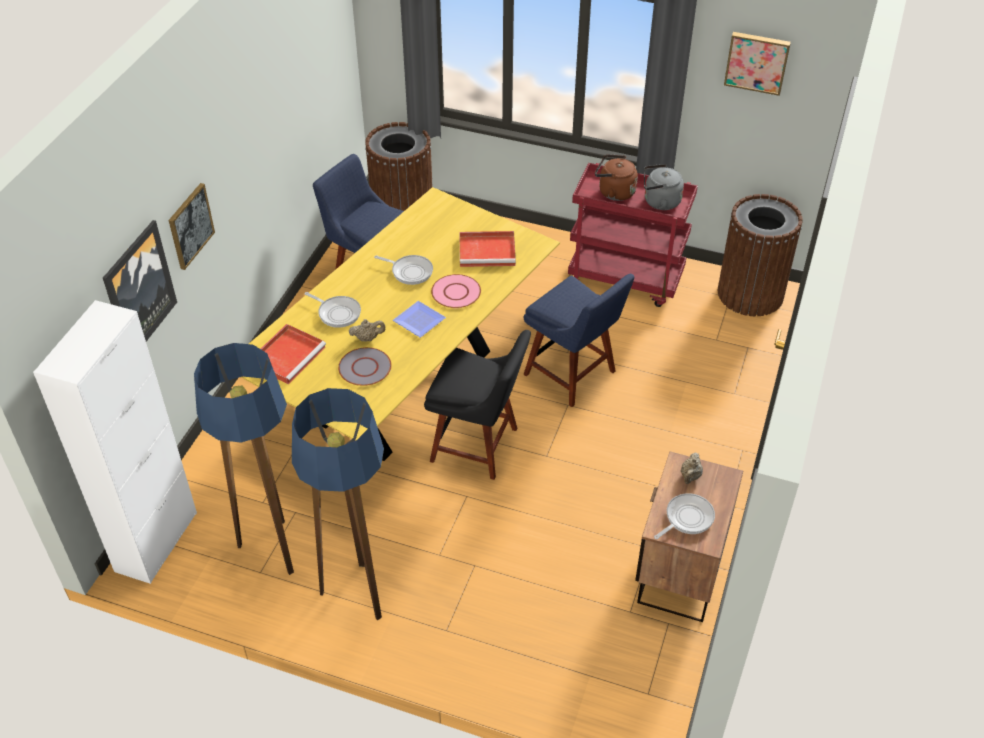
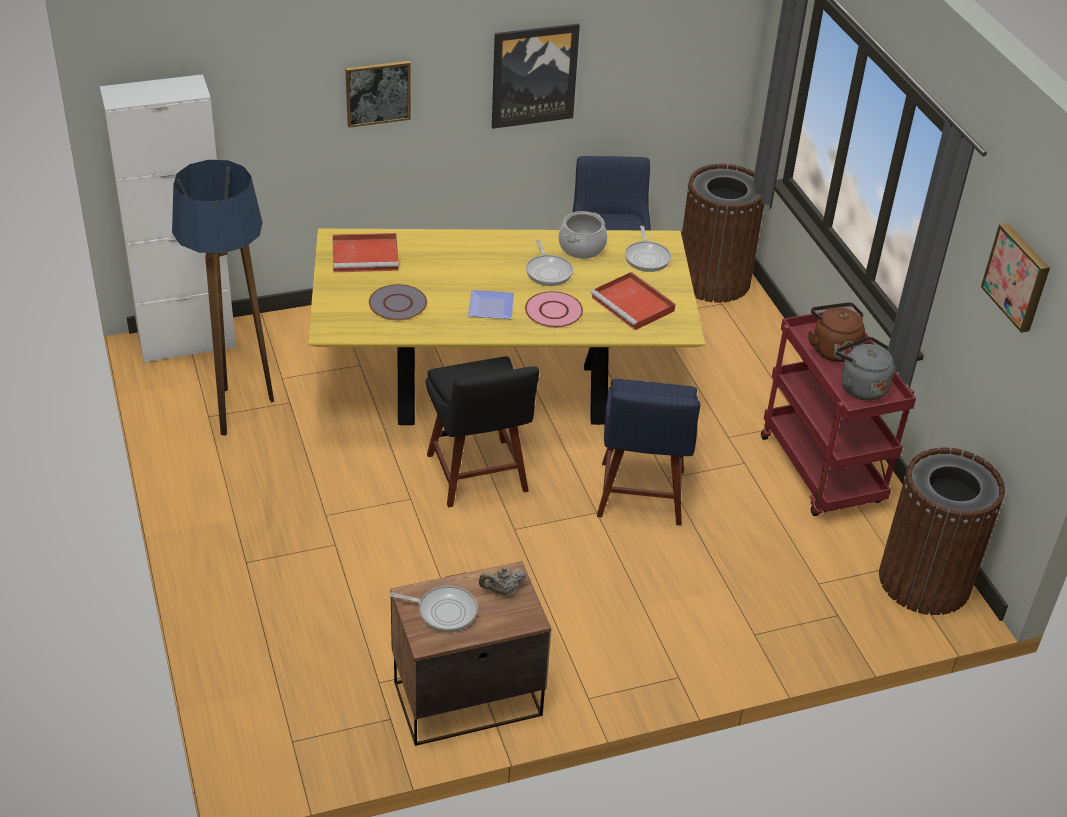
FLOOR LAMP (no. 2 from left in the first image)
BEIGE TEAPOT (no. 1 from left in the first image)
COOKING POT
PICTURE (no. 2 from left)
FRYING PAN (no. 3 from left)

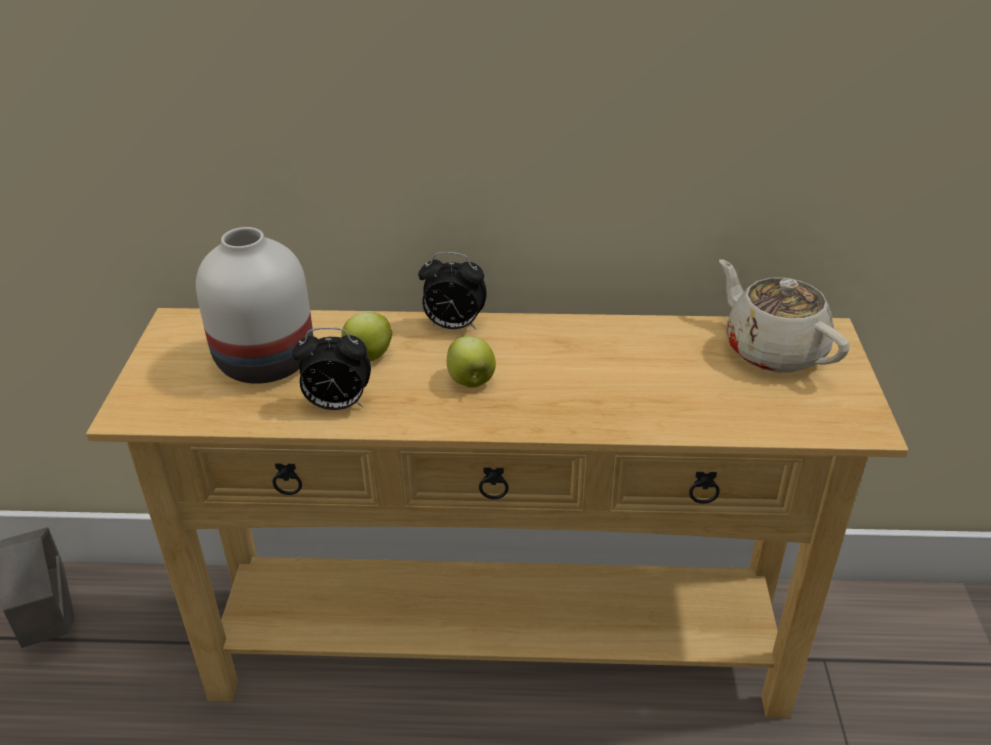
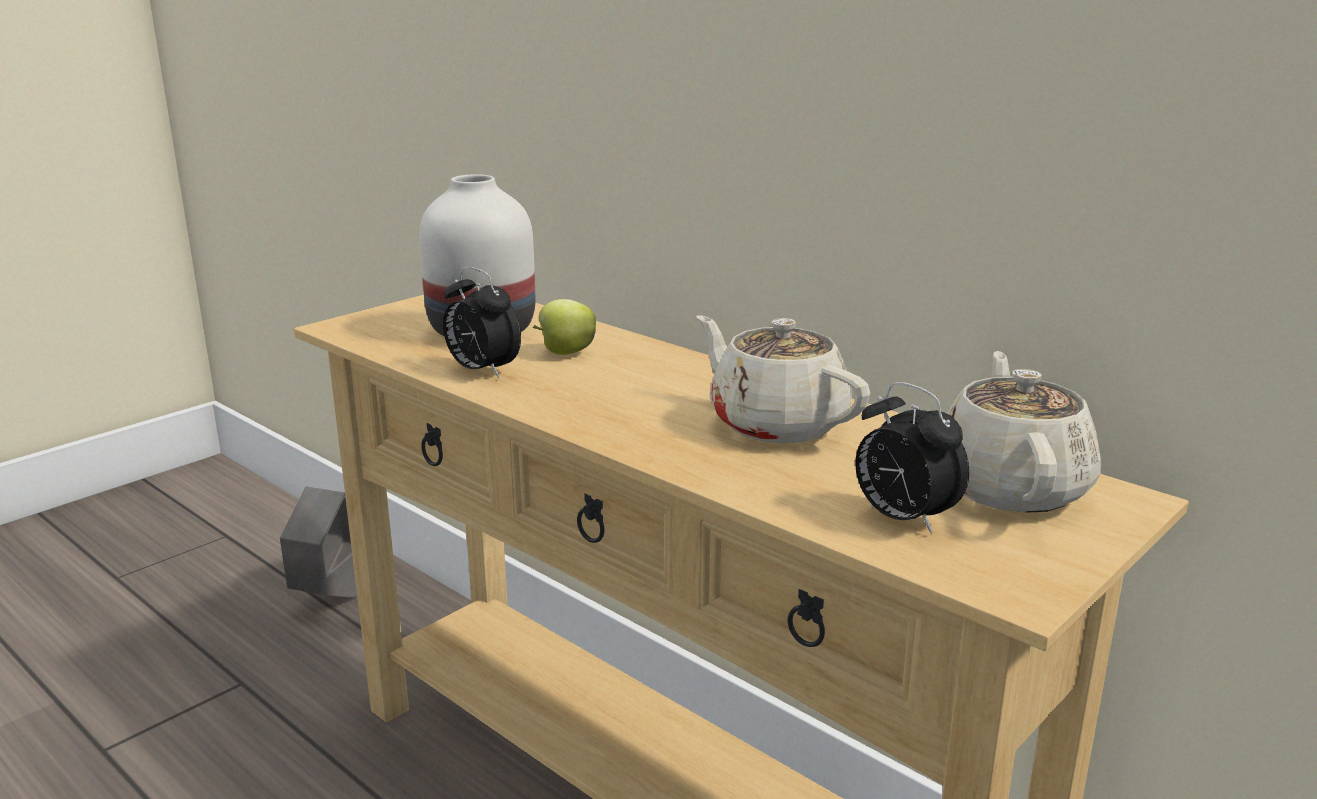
APPLE (no. 2 from left in the first image)
BEIGE TEAPOT (no. 1 from left)
ALARM CLOCK (no. 2 from left)

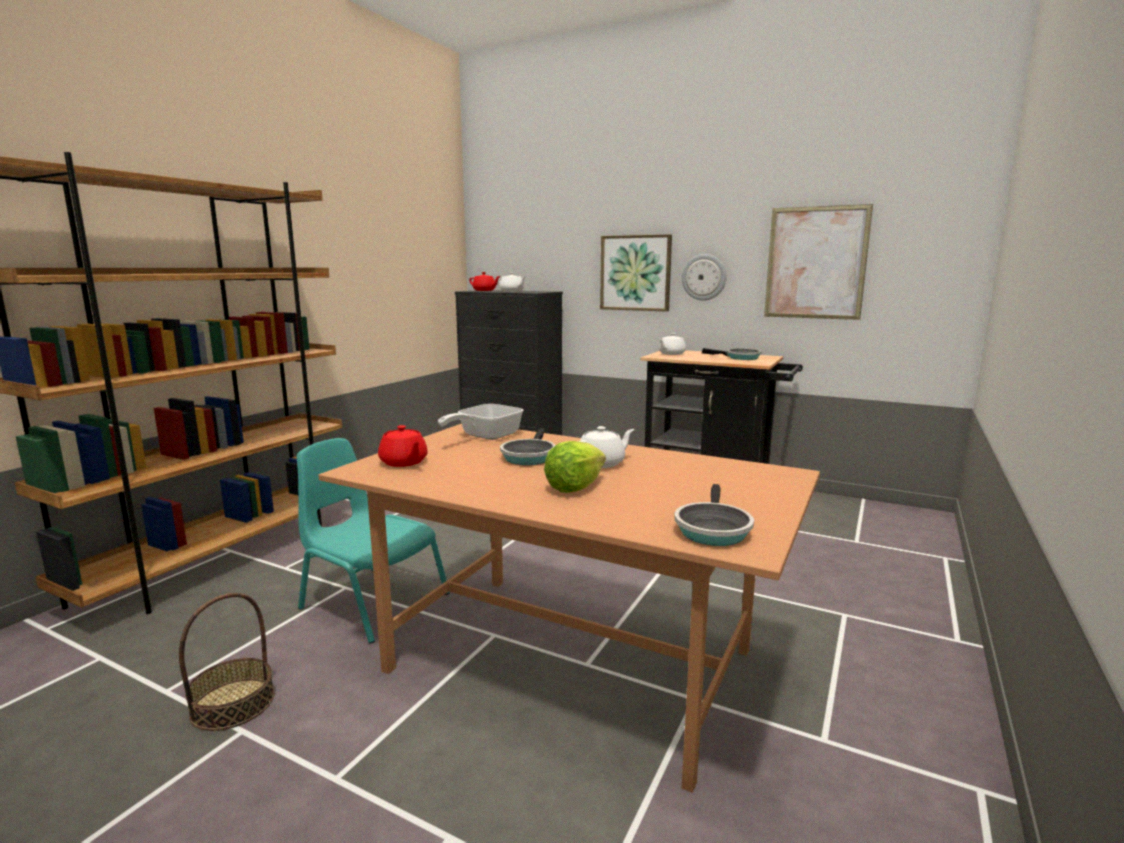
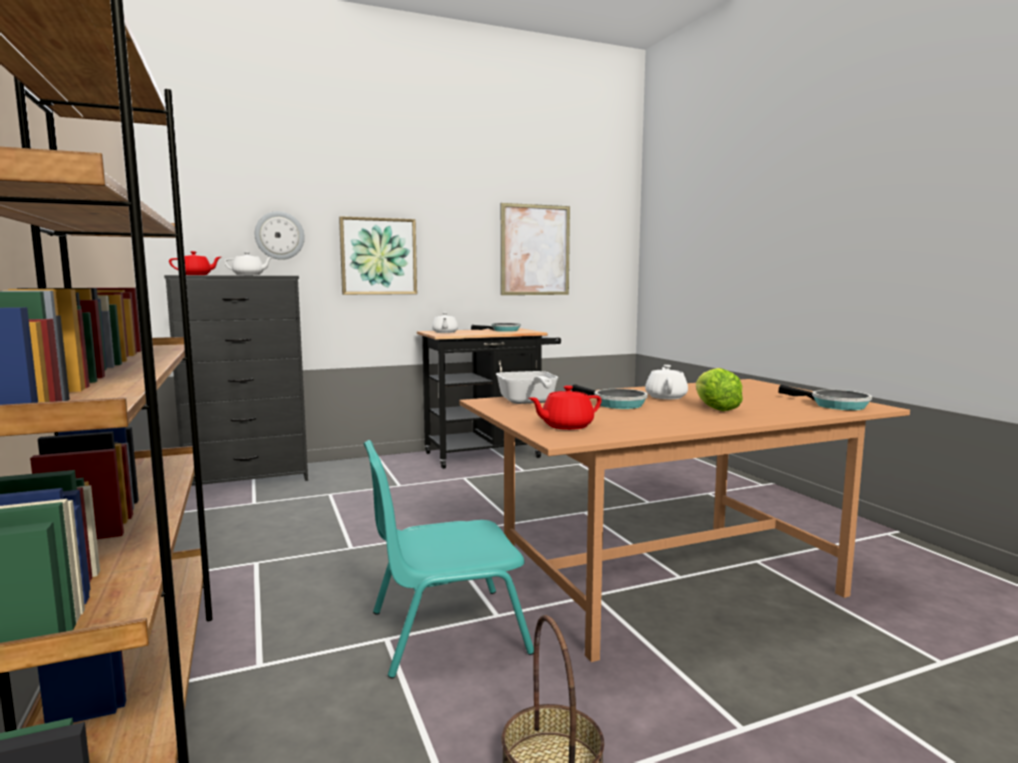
WALL CLOCK
RED TEAPOT (no. 2 from left)

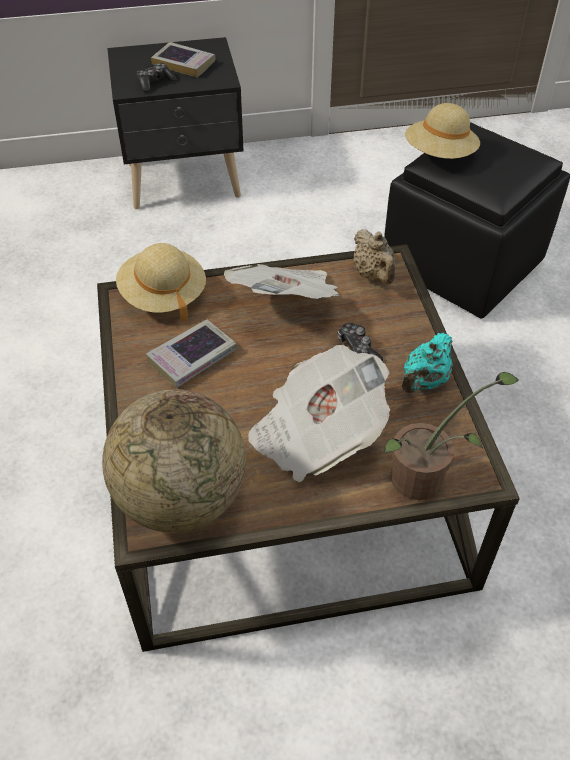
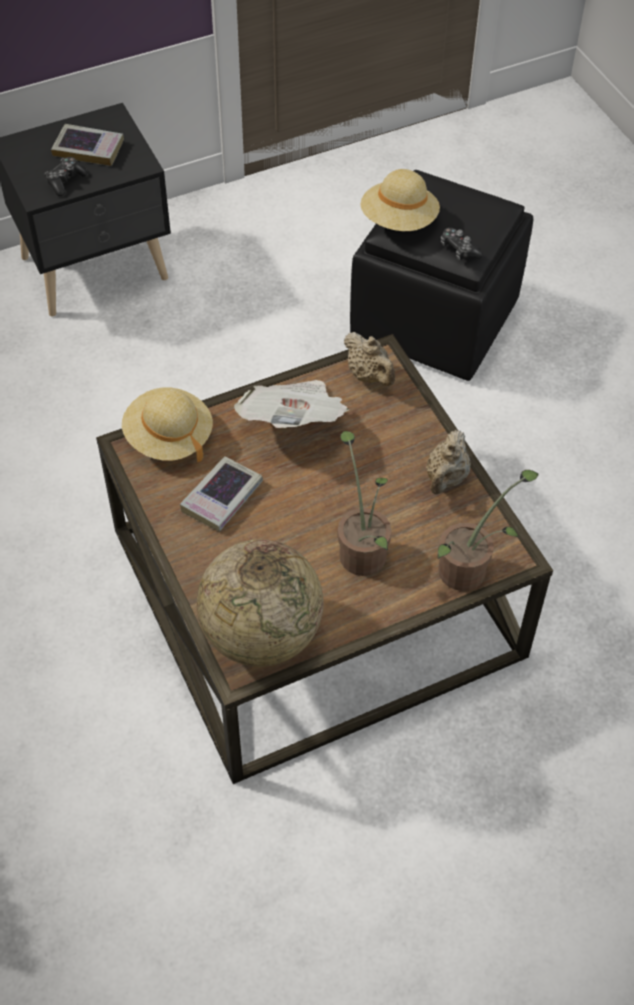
GAME CONTROLLER (no. 2 from left)
POTTED PLANT (no. 1 from left)
BEIGE TEAPOT (no. 2 from left)

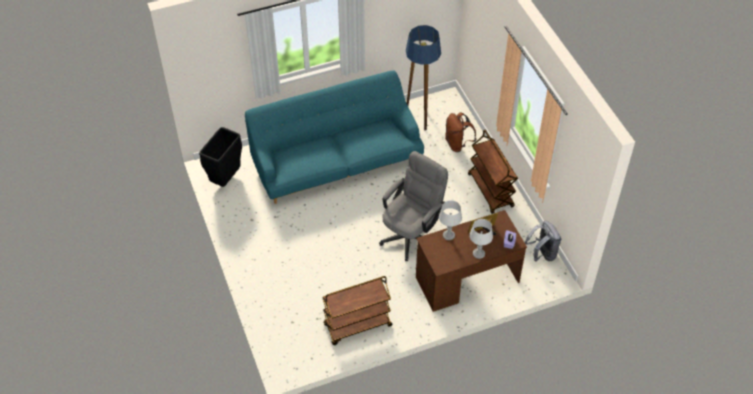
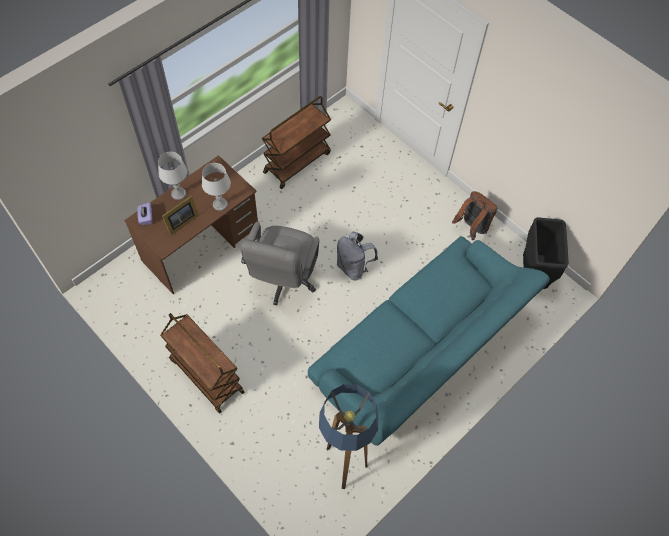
BROWN BACKPACK
GREY BACKPACK

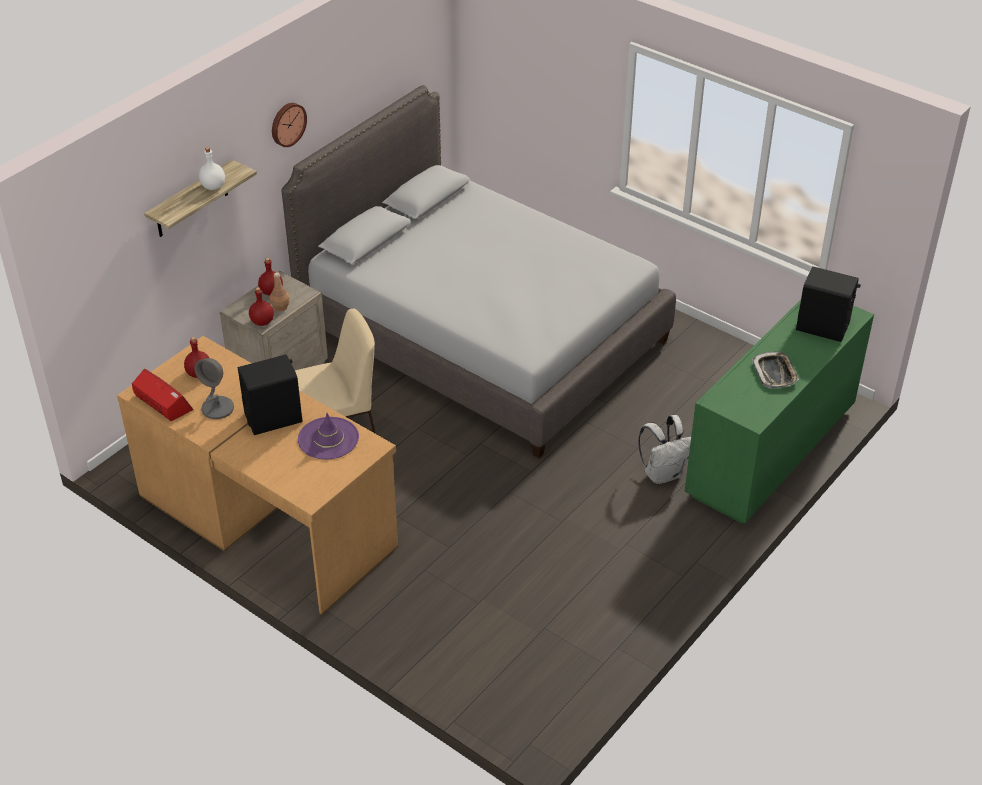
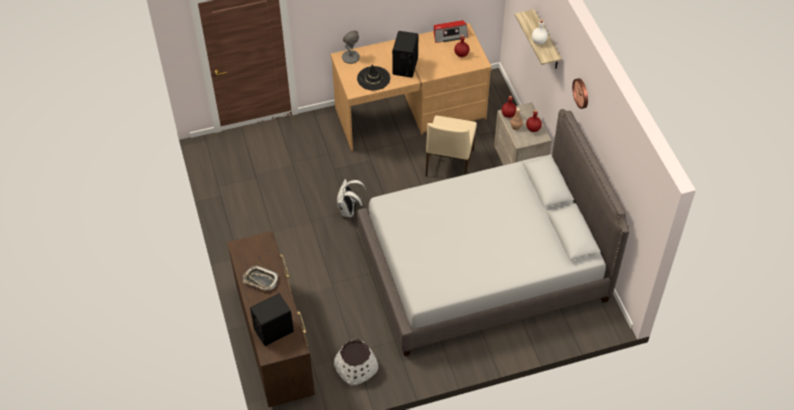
WHITE PLANTER
GREY TABLE LAMP
WHITE BACKPACK
BLACK HAT
BROWN DRESSER

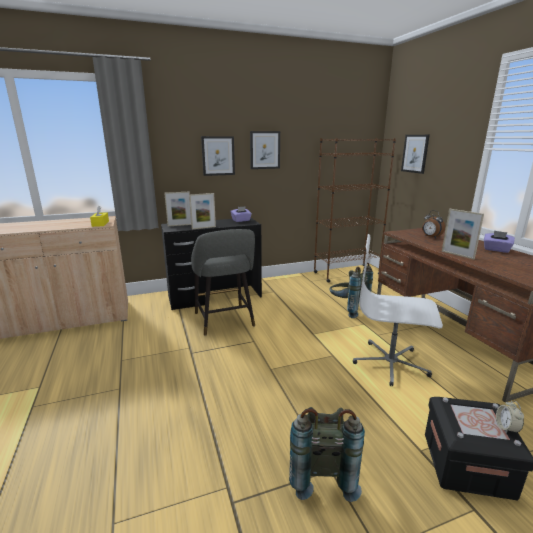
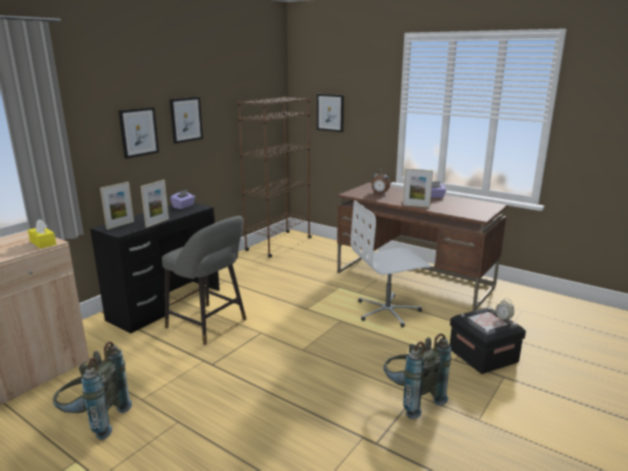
GREY BACKPACK (no. 1 from left)

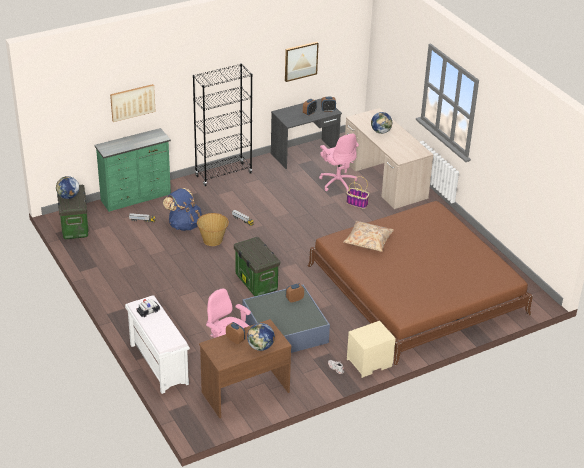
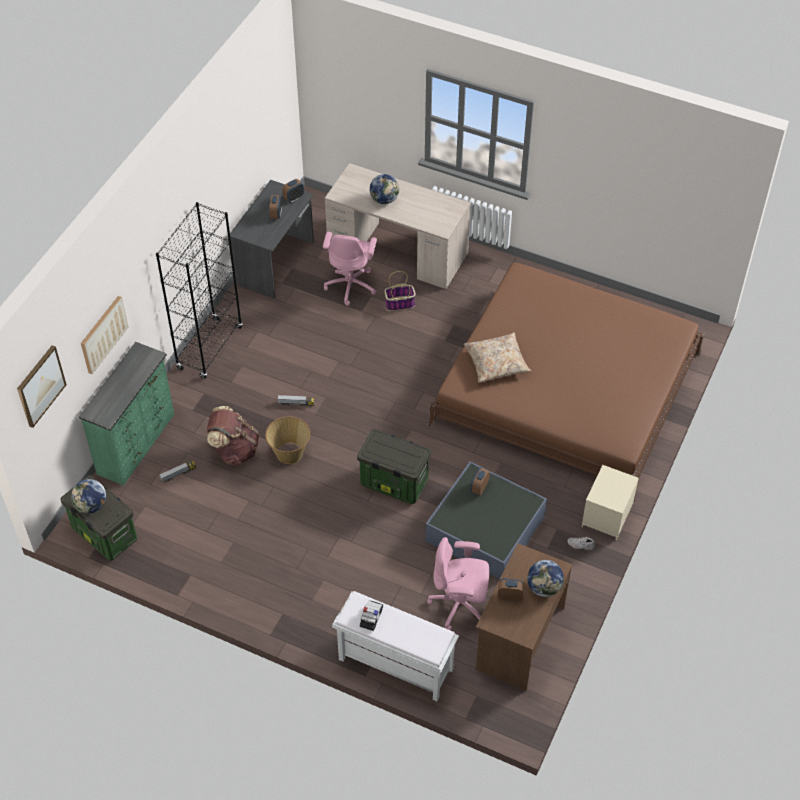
PICTURE (no. 1 from left)
BROWN BACKPACK
PINK OFFICE CHAIR (no. 1 from left)

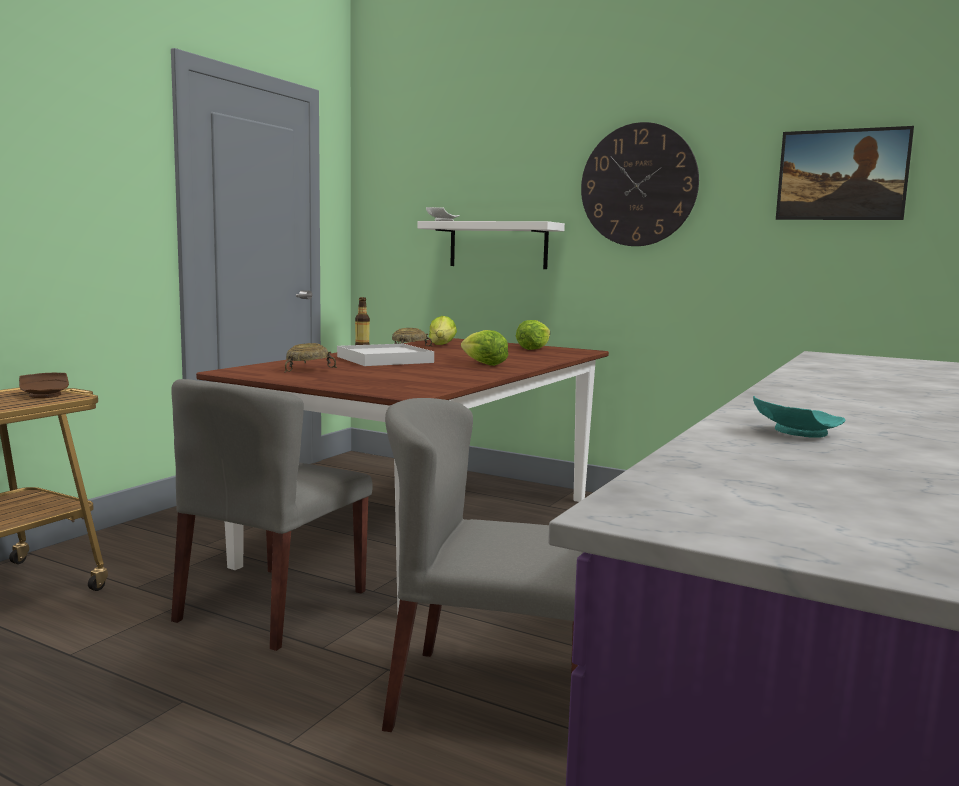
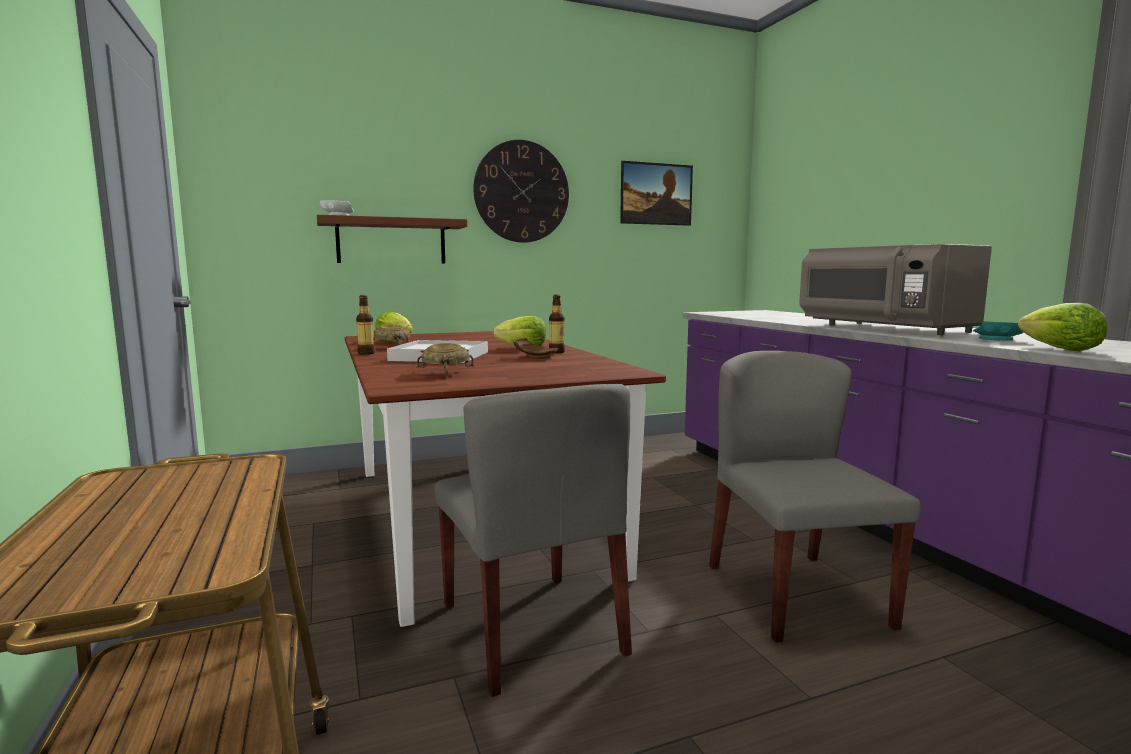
BOTTLE (no. 2 from left)
GREY MICROWAVE
BROWN PLATE
LETTUCE (no. 3 from left)
BROWN SHELF
GREY CHAIR (no. 2 from left)

